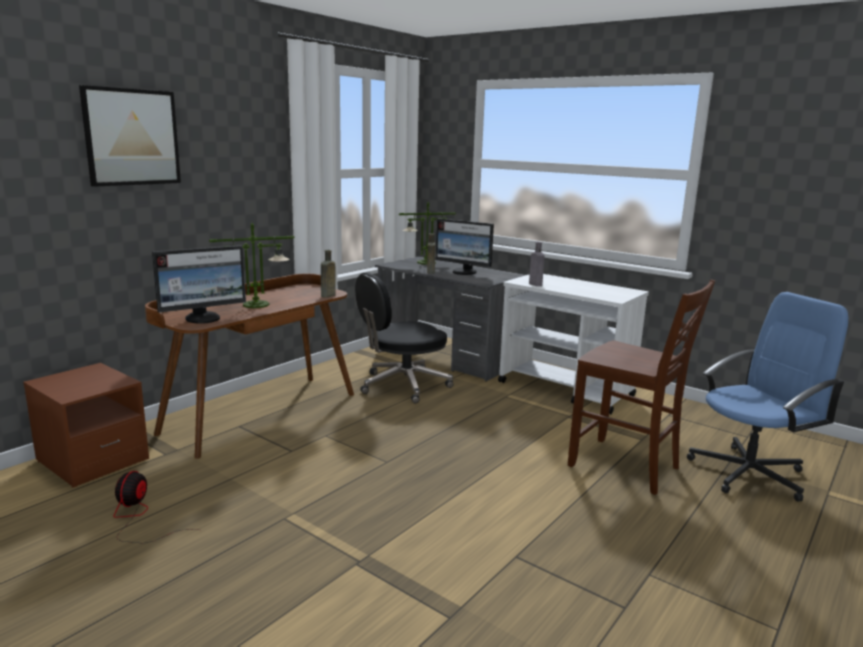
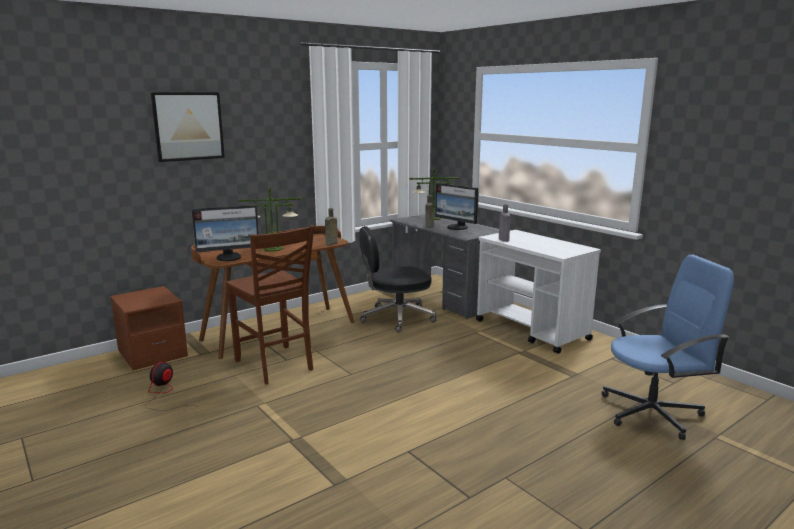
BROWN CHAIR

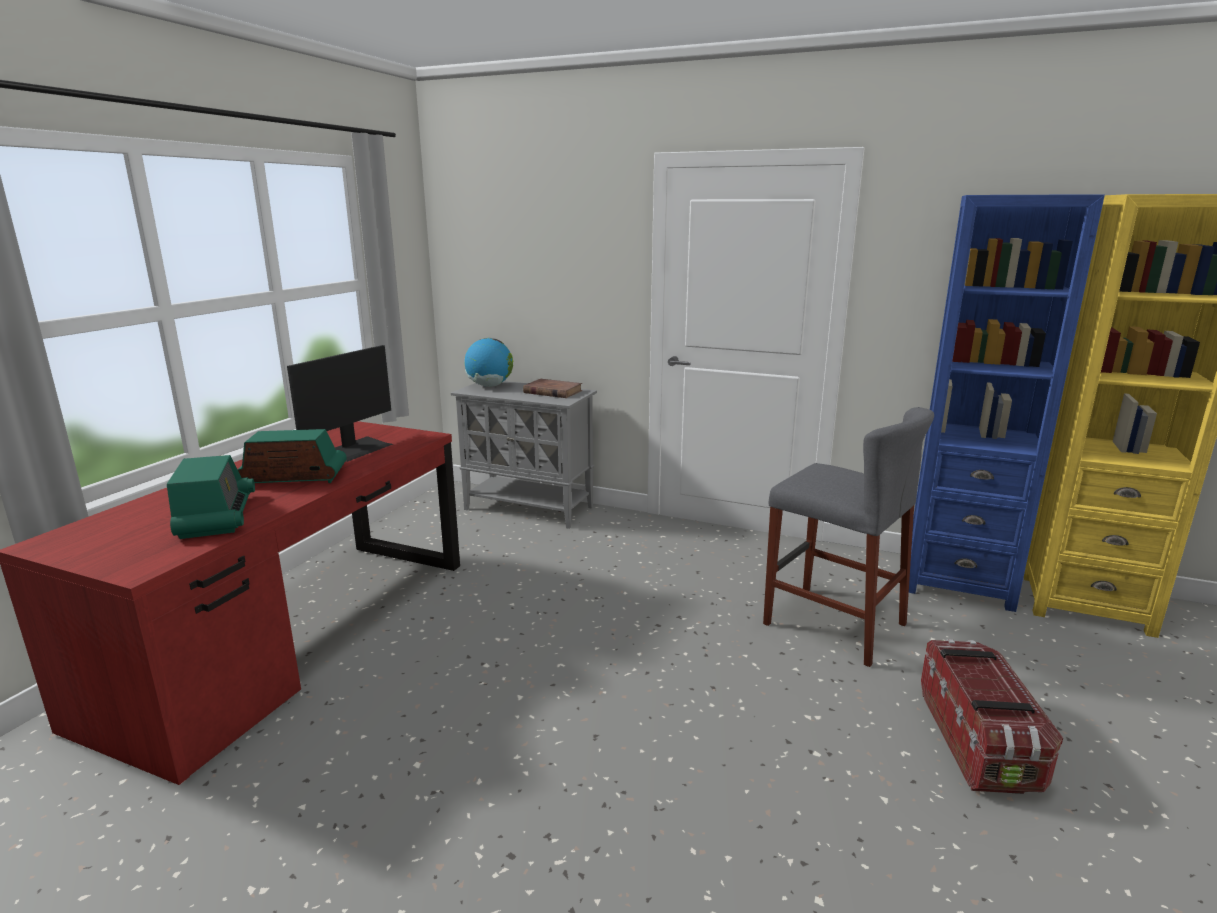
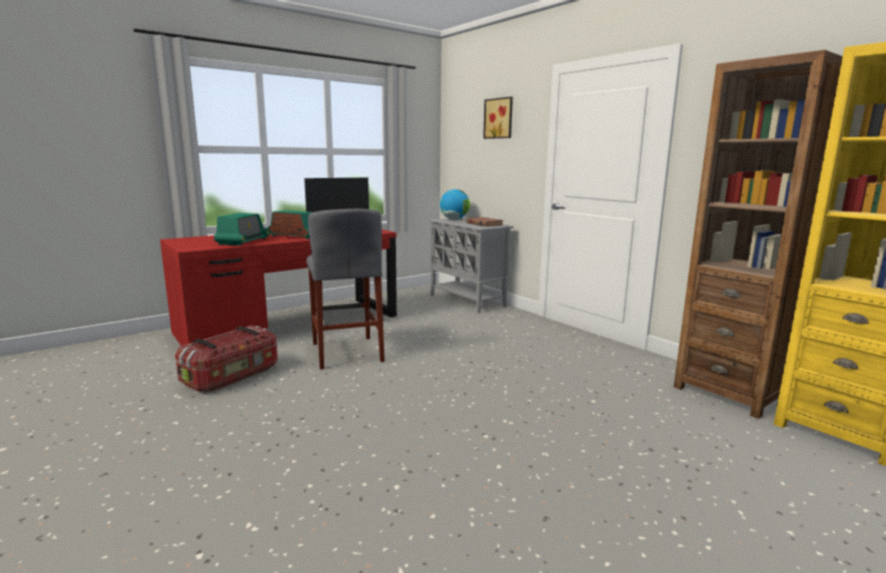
PICTURE
GREY STOOL
STORAGE BOX
BROWN BOOKCASE

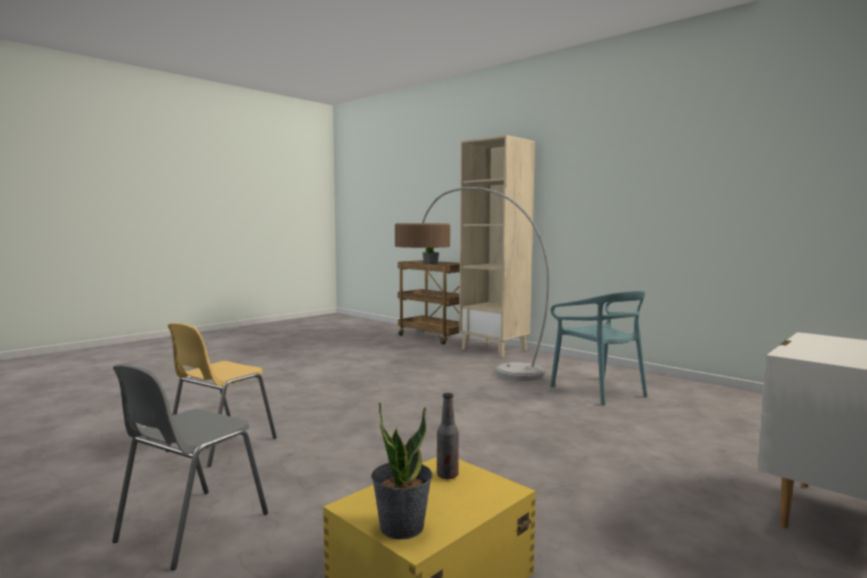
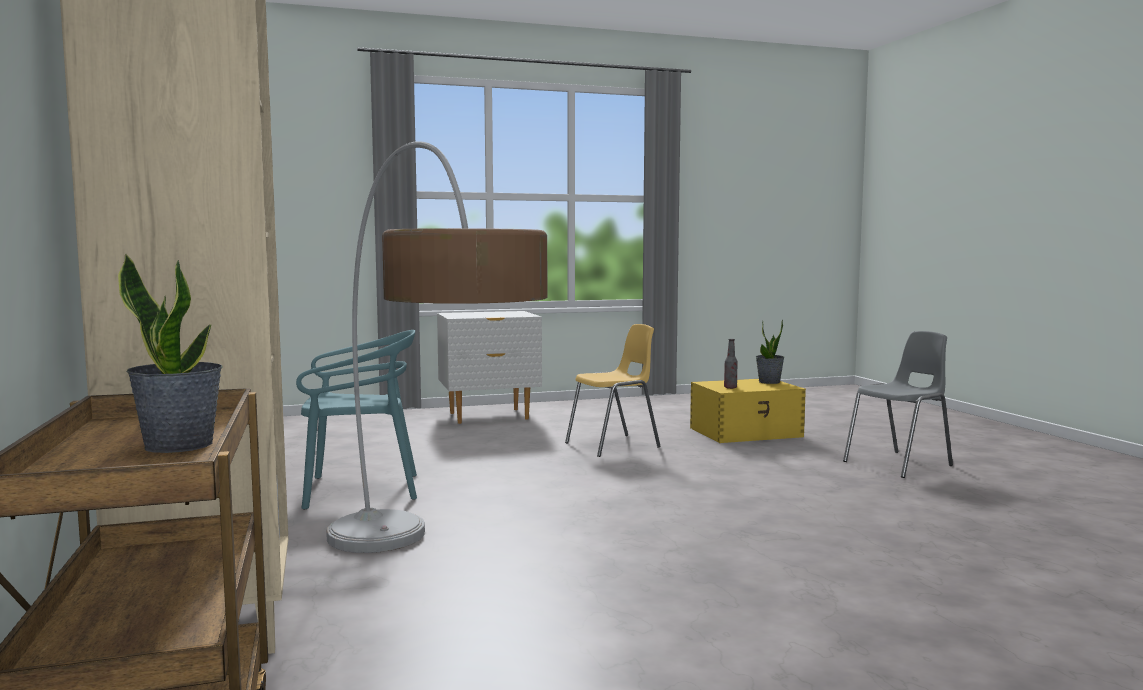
YELLOW CHAIR
TURQUOISE CHAIR

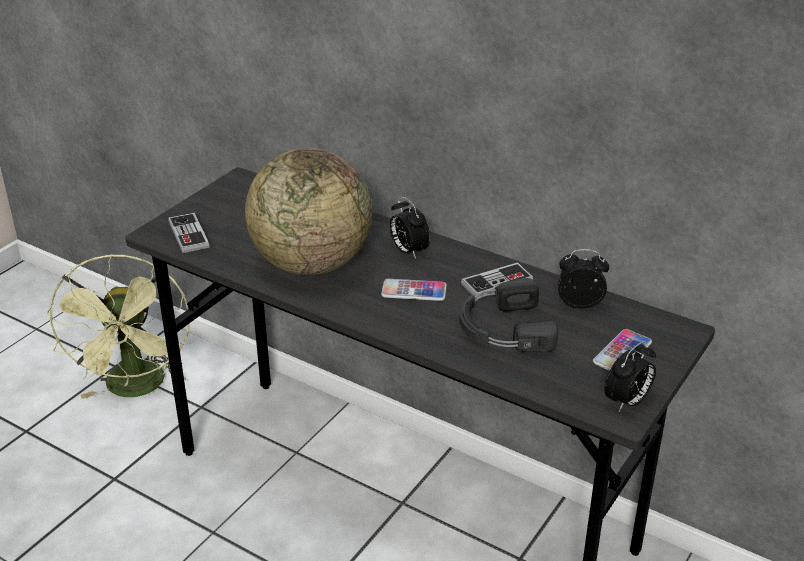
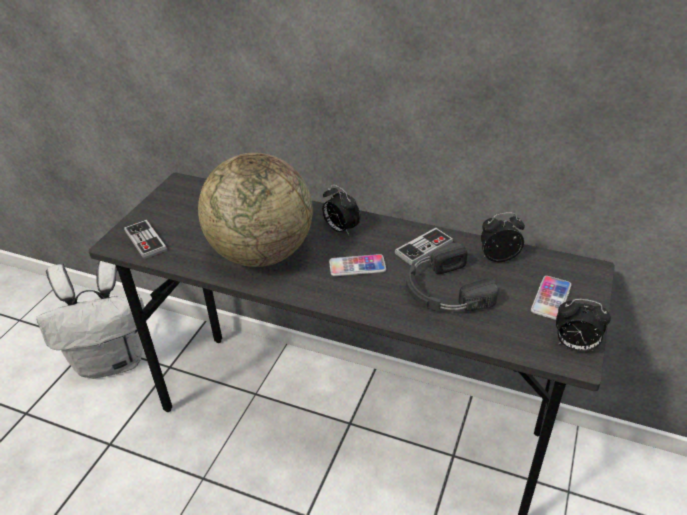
WHITE BACKPACK
ALARM CLOCK (no. 3 from left)

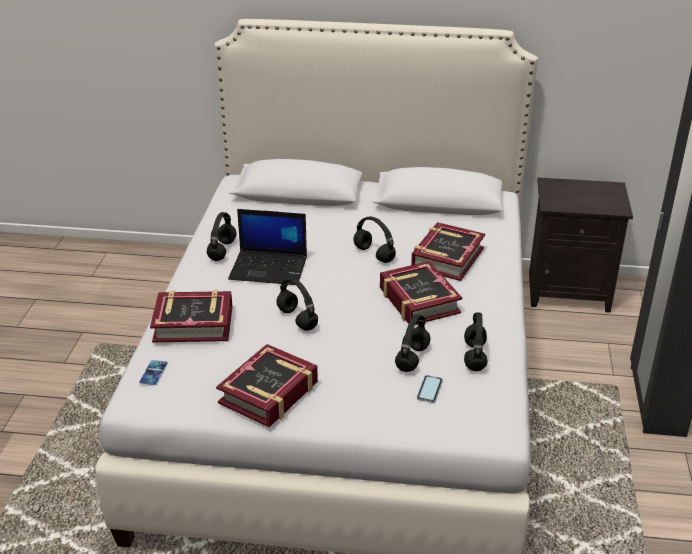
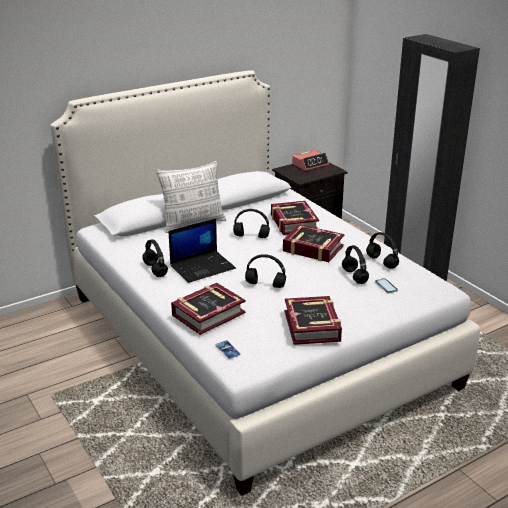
PILLOW
ALARM CLOCK

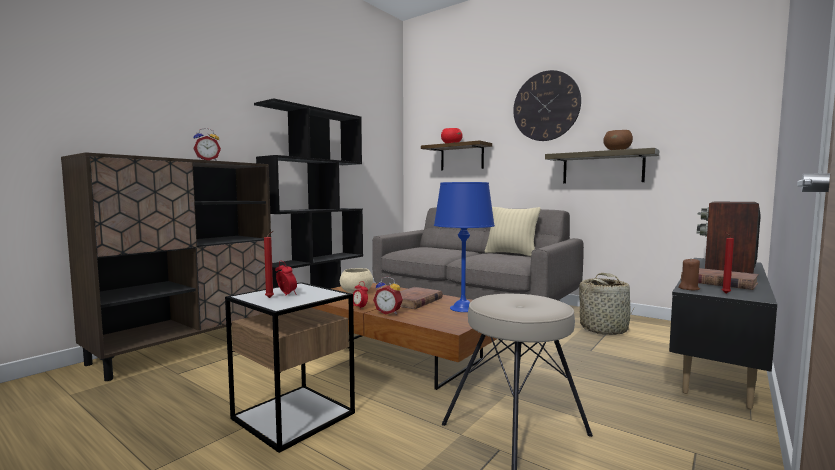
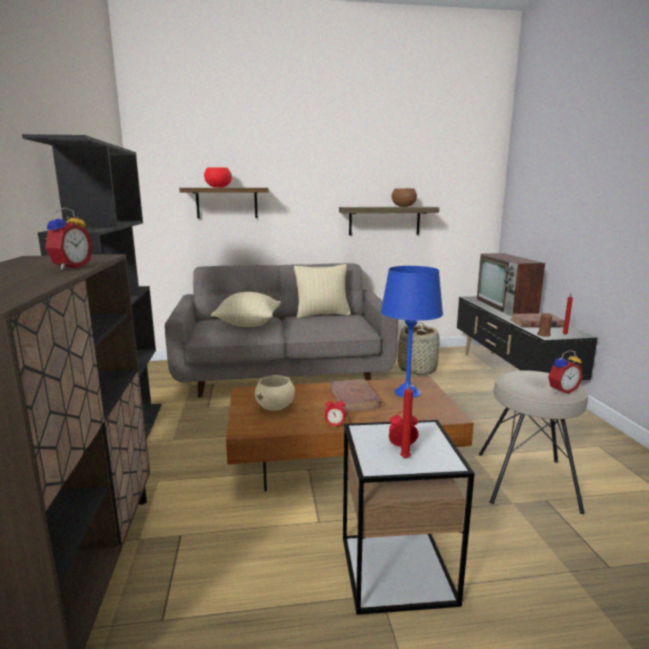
WALL CLOCK
BEIGE PILLOW (no. 1 from left)
ALARM CLOCK (no. 4 from left)

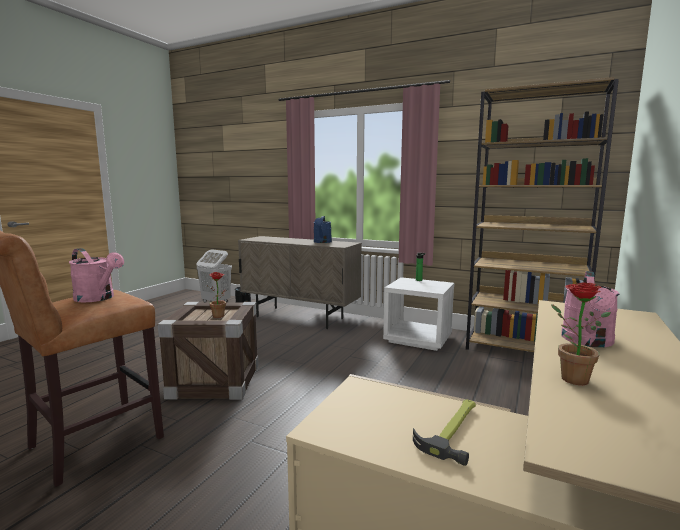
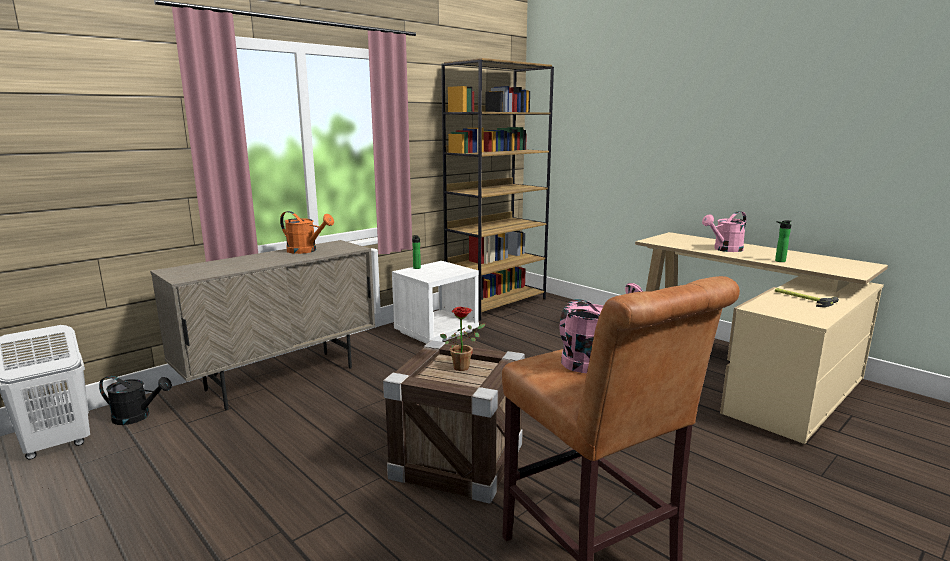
BOTTLE (no. 2 from left)
ORANGE WATERING CAN
PINK WATERING CAN (no. 2 from left)

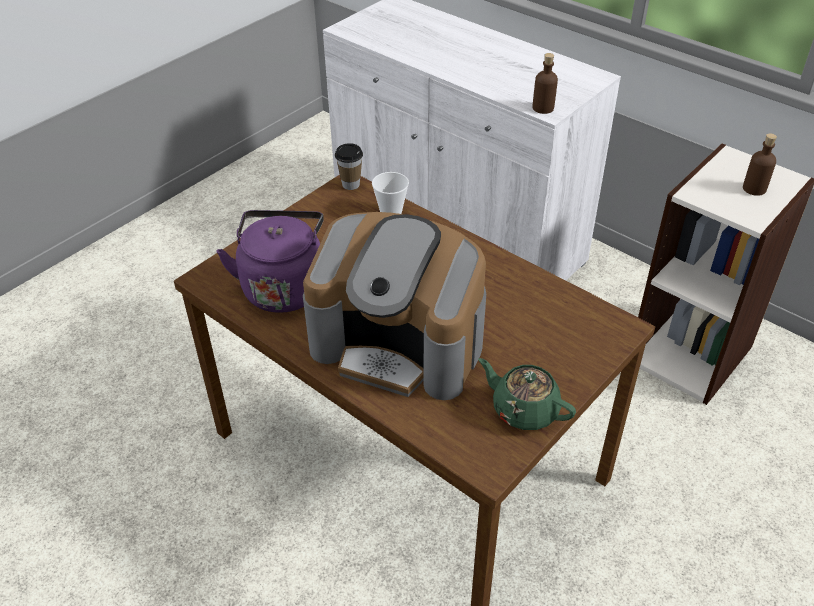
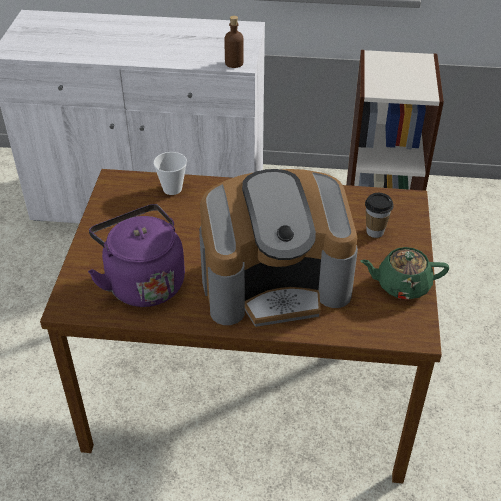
BROWN BOTTLE (no. 2 from left in the first image)
CUP (no. 2 from left)

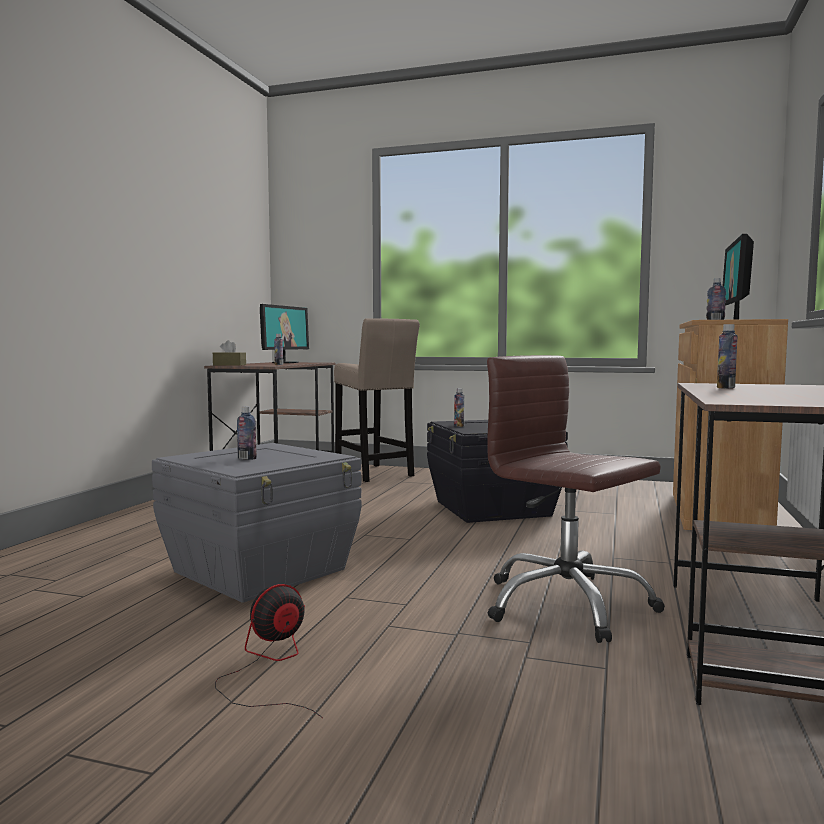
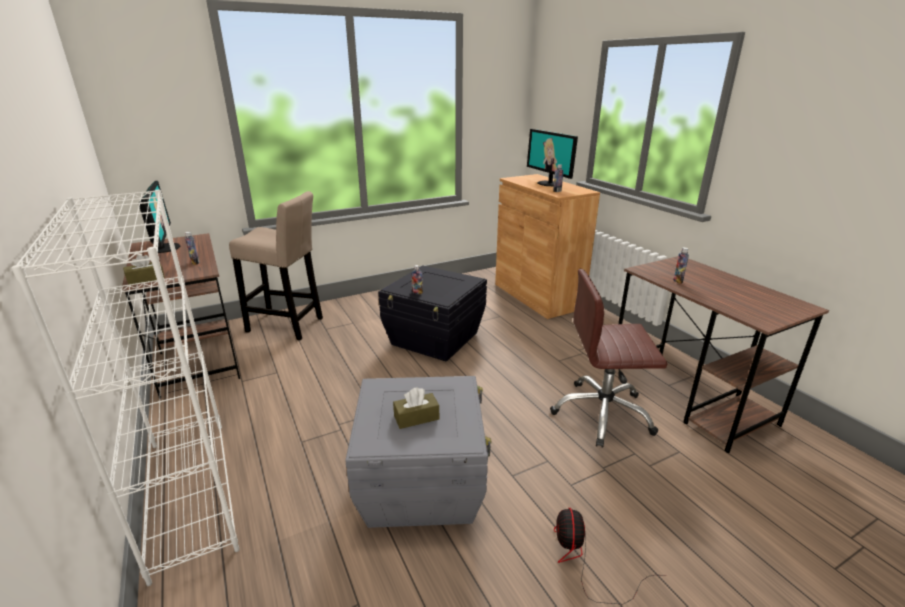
WHITE BOOKCASE
BROWN TISSUE BOX (no. 2 from left)

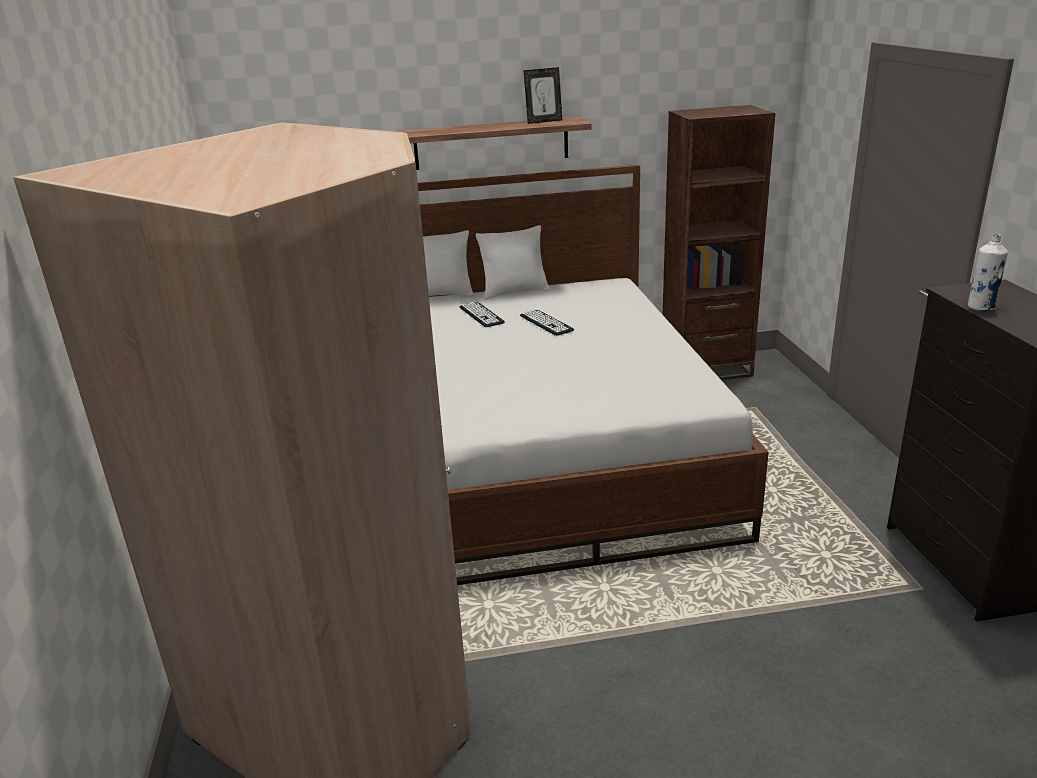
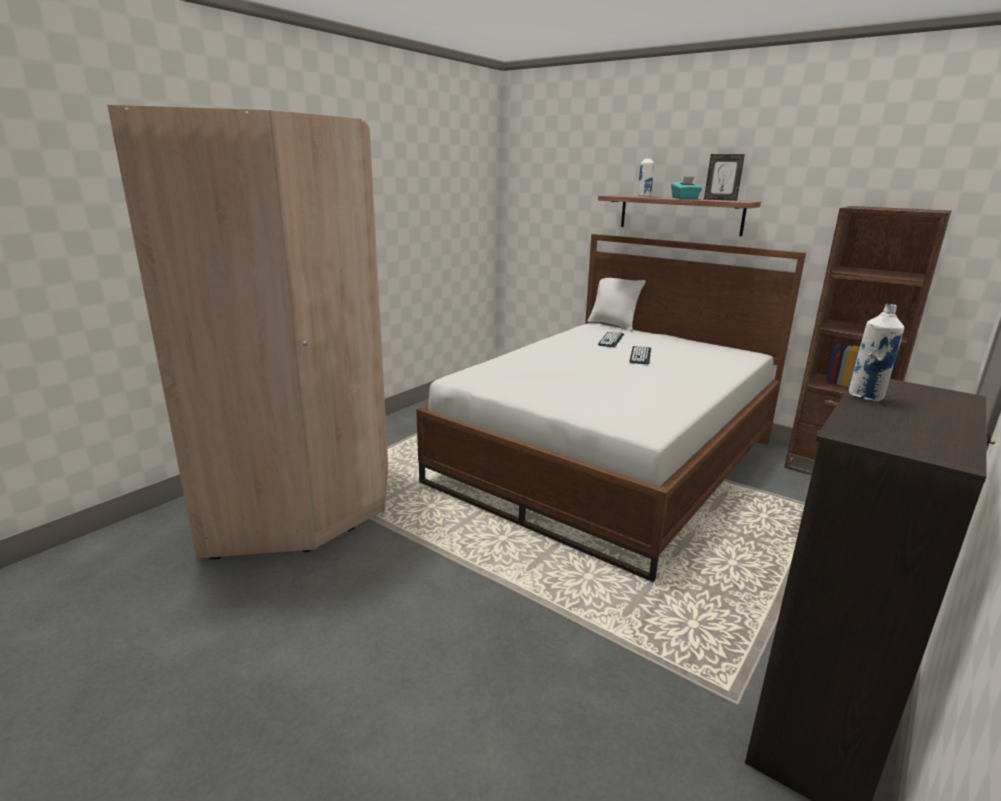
WHITE PILLOW (no. 2 from left in the first image)
WHITE BOTTLE (no. 1 from left)
TURQUOISE TISSUE BOX

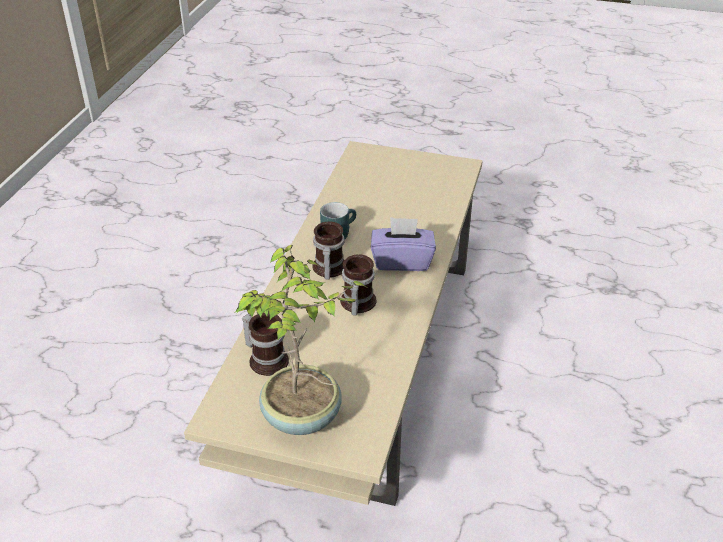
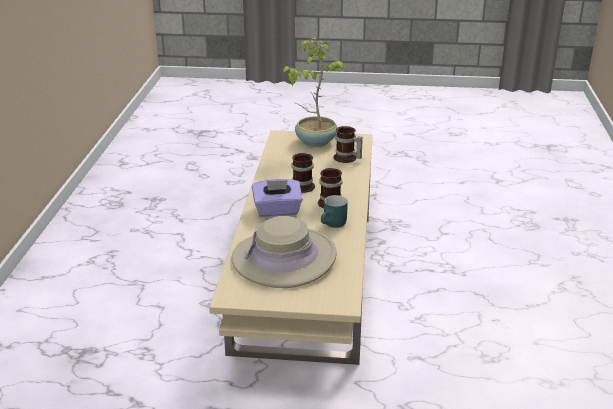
BEIGE HAT

